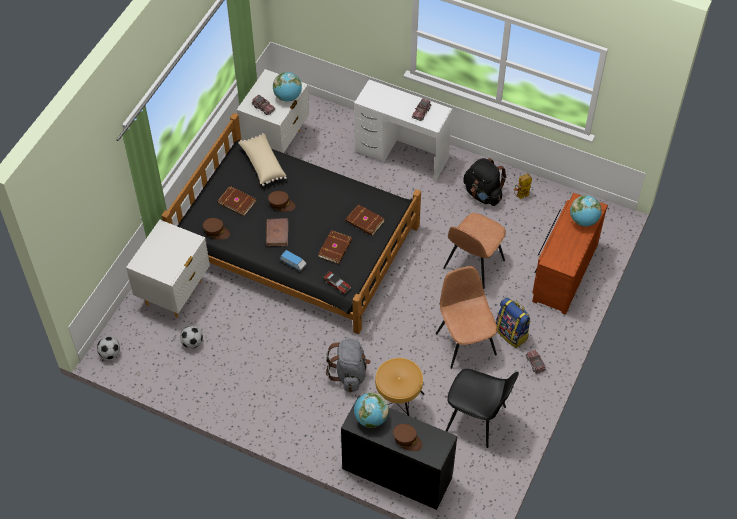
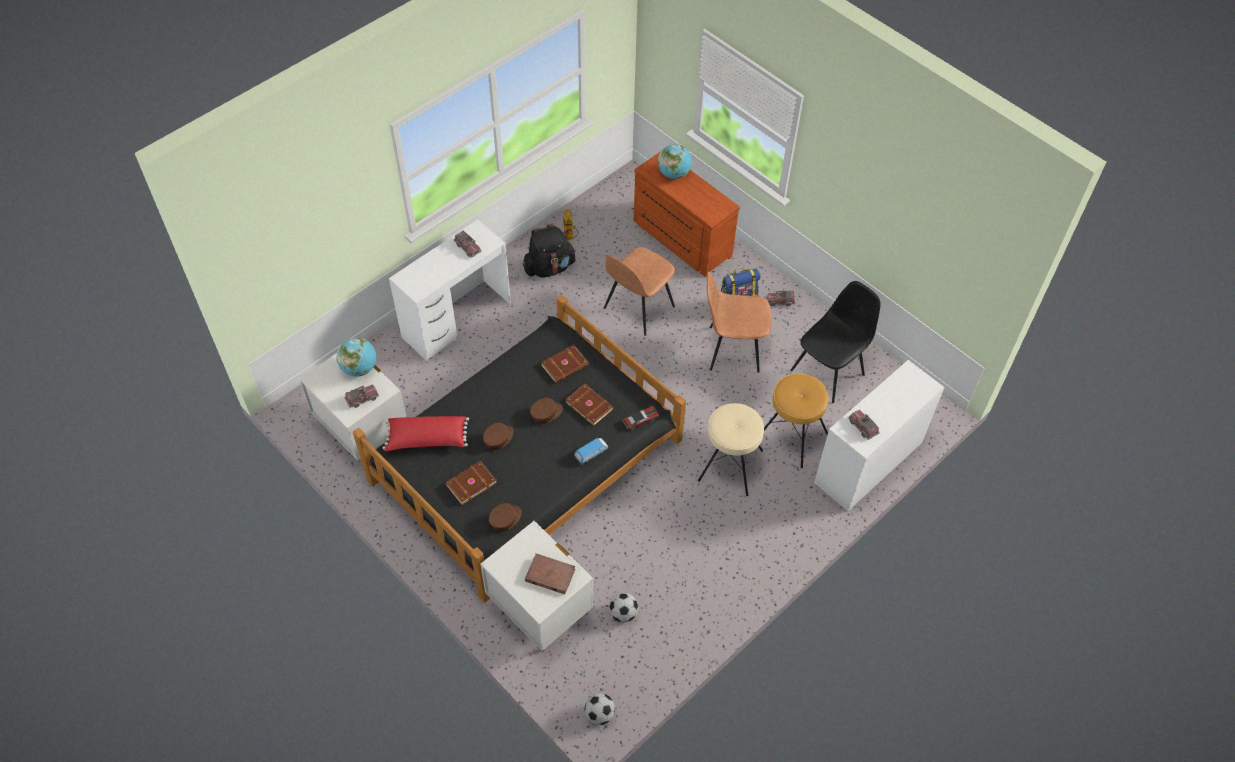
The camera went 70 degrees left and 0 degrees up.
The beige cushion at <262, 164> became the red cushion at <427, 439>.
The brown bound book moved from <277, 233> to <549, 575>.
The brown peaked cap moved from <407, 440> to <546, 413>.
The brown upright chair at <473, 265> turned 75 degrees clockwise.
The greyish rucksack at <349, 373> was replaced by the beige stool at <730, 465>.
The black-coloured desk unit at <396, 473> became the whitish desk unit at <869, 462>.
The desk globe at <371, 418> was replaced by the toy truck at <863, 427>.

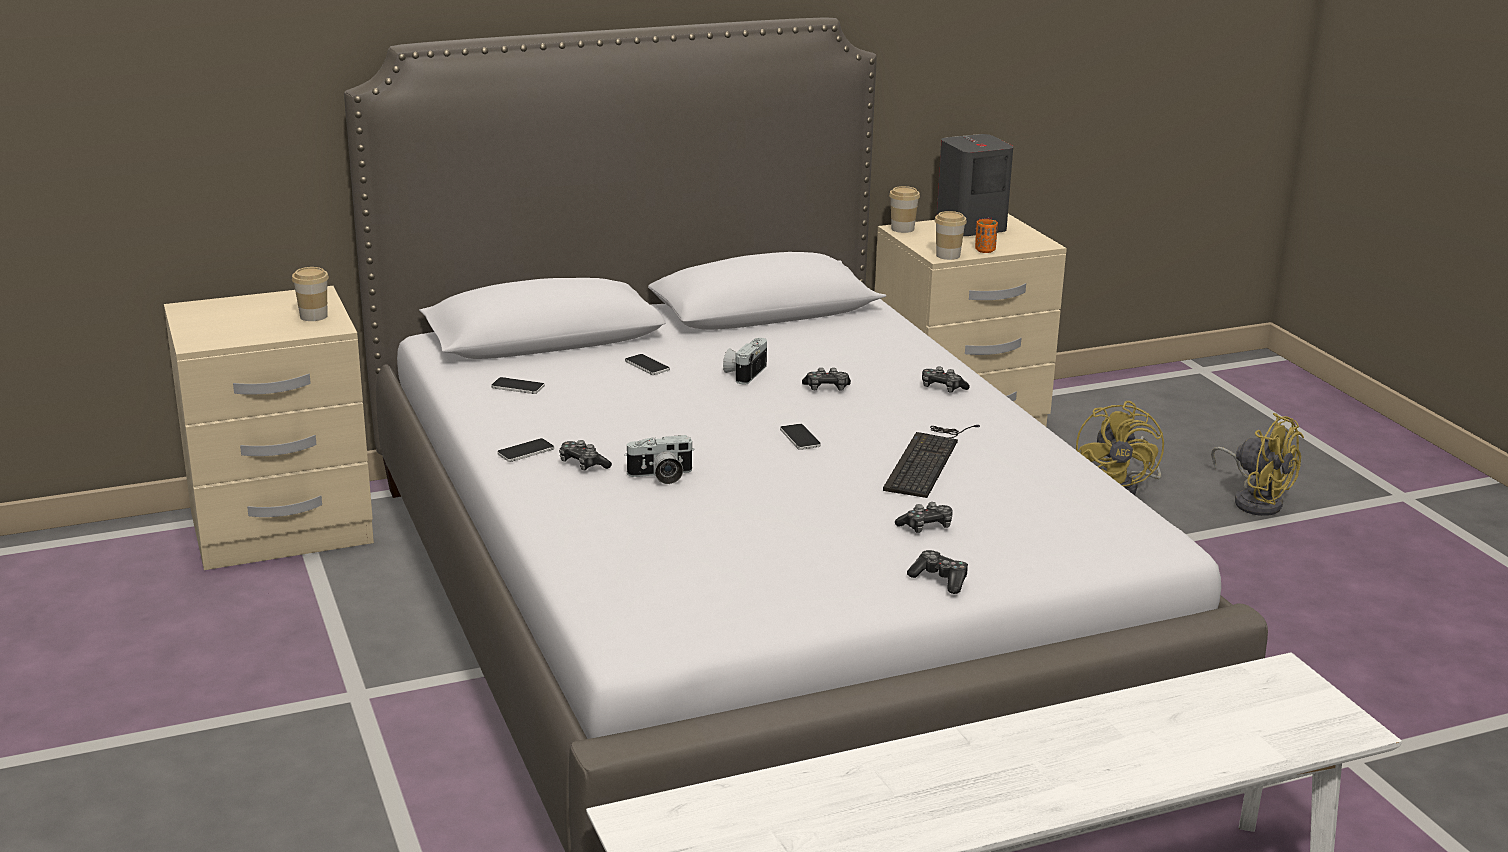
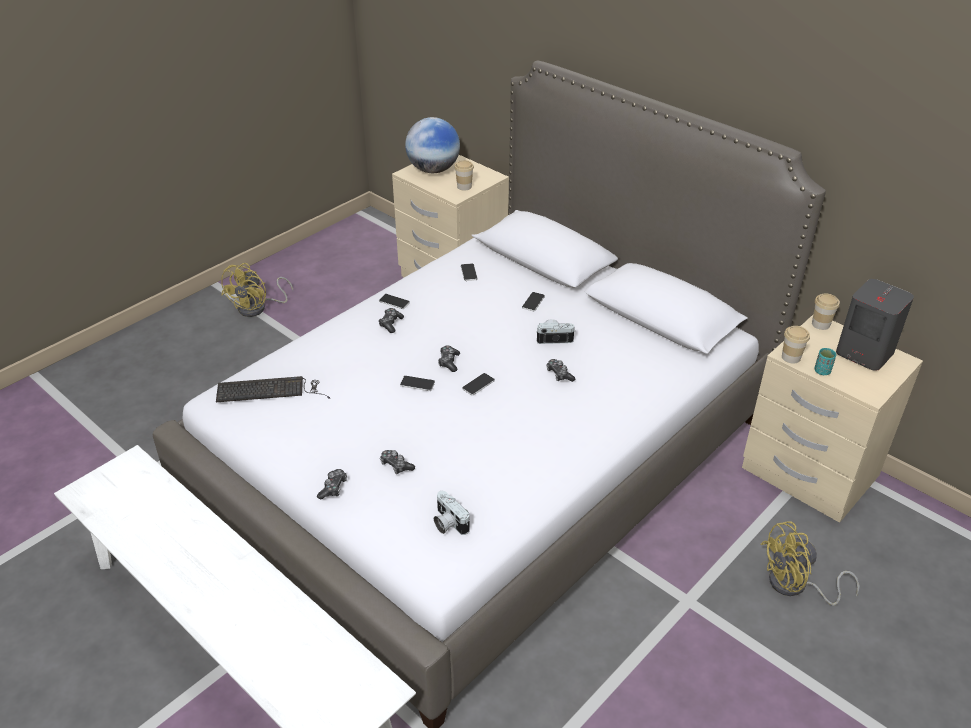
The camera went 65 degrees right and 15 degrees up.
The PC keyboard moved from <928, 459> to <271, 390>.
The yellowish cooling fan moved from <1255, 500> to <258, 308>.
The handset at <417, 384> appeared.
The desk globe at <433, 170> appeared.
The still camera moved from <661, 476> to <448, 523>.
The joypad moved from <942, 388> to <449, 362>.
The orange-coloured cup at <985, 250> became the turquoise cup at <822, 371>.

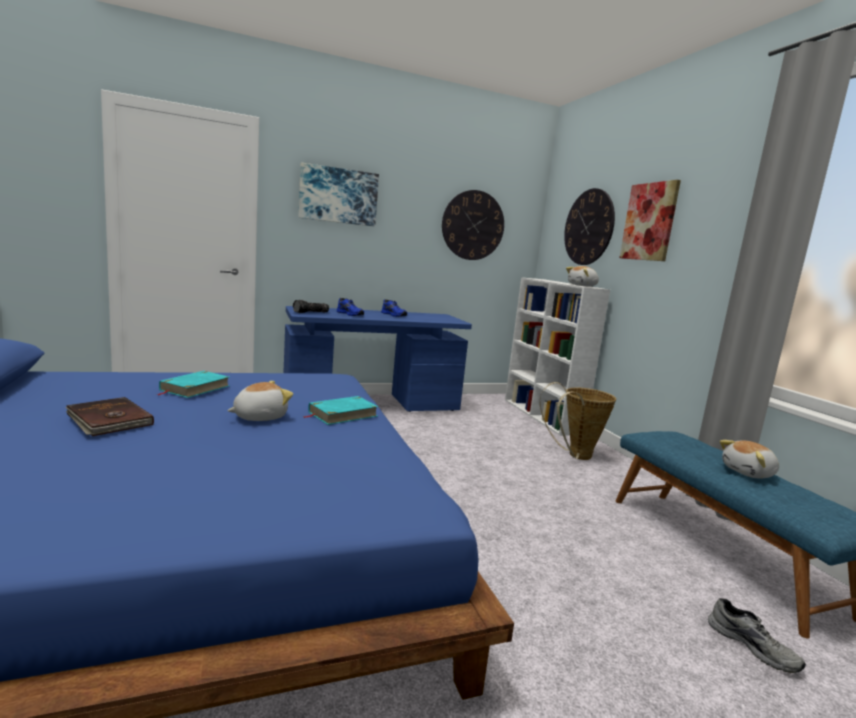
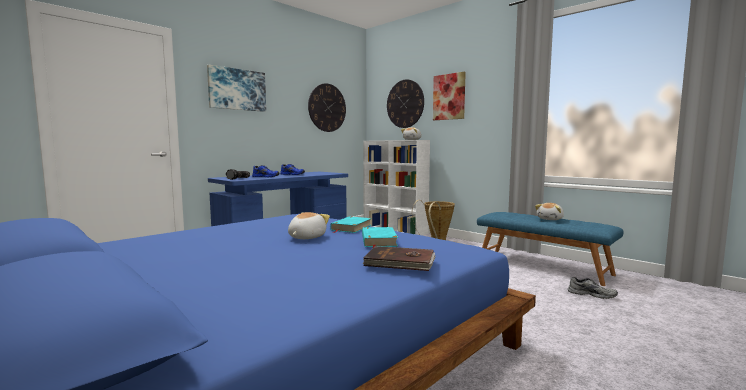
The camera went 25 degrees left and 5 degrees down.
The turquoise bound book moved from <195, 388> to <378, 241>.
The brown bound book moved from <108, 420> to <400, 262>.

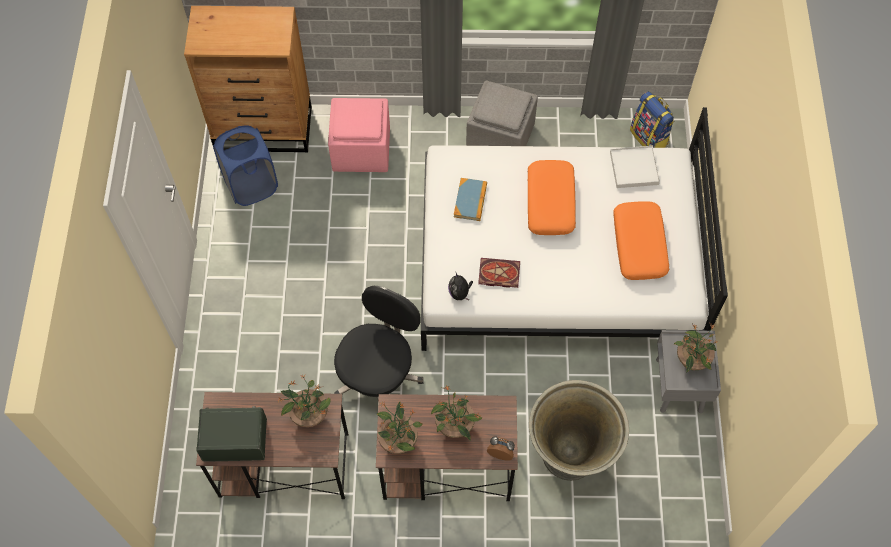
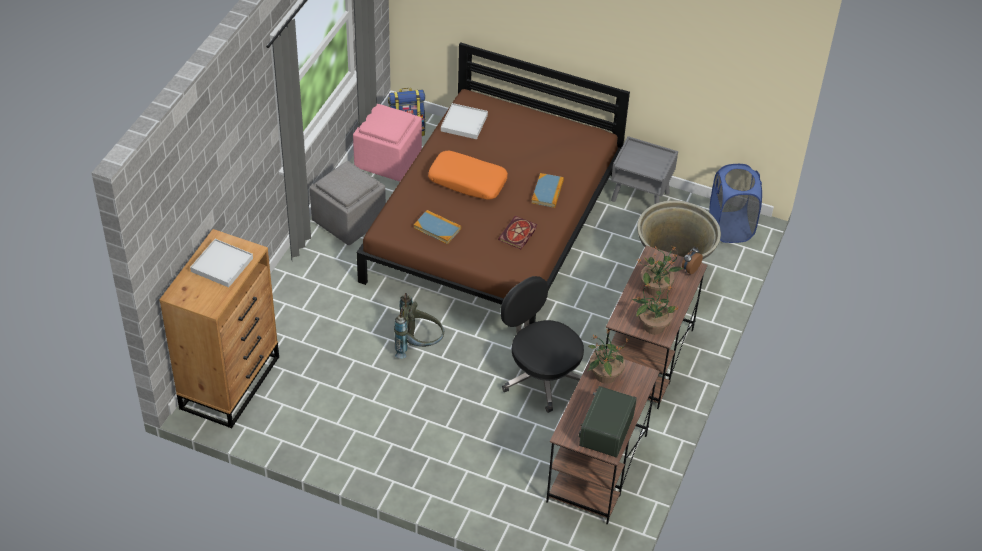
The camera went 70 degrees left and 15 degrees down.
The whitish serving tray at <222, 265> appeared.
The pinkish pouffe moved from <362, 149> to <387, 159>.
The whitish sleeping bed at <558, 262> became the brown sleeping bed at <494, 227>.
The greyish rucksack at <418, 346> appeared.
The bound book at <547, 192> appeared.
The blue hamper moved from <251, 185> to <730, 227>.
The plush toy at <460, 293> disappeared.
The orange-coloured cushion at <639, 245> disappeared.
The potted plant at <691, 361> disappeared.

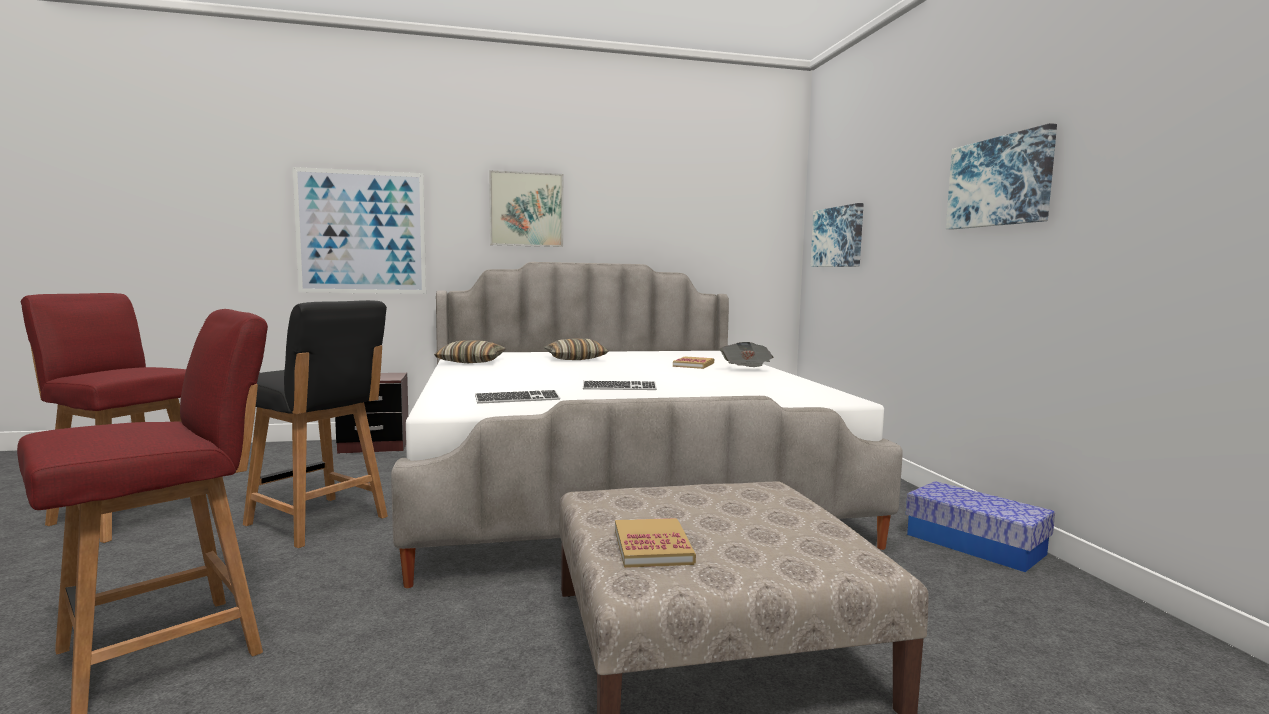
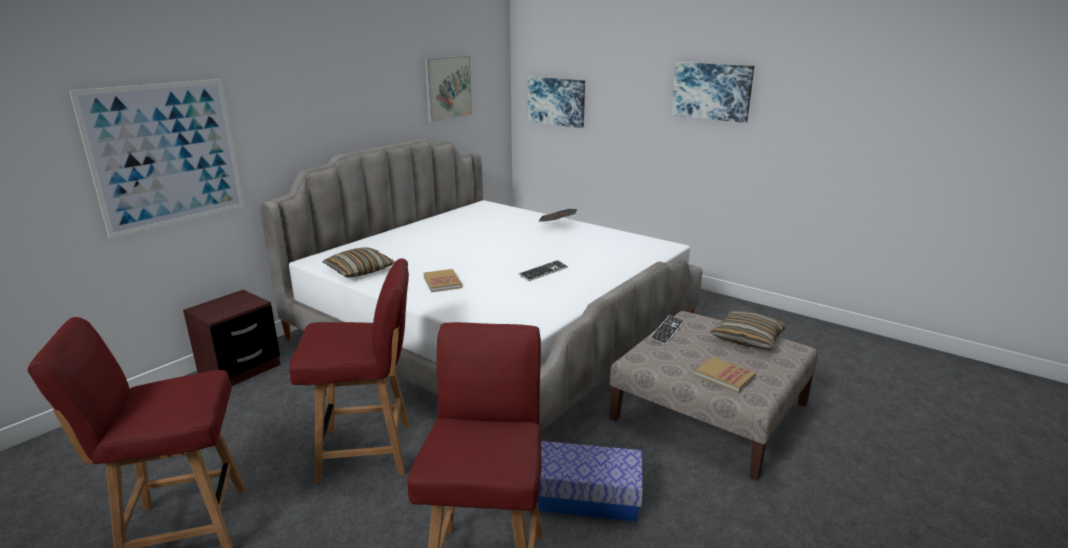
The camera went 40 degrees left and 15 degrees up.
The black-coloured upright chair at <318, 521> became the red upright chair at <368, 451>.
The bound book moved from <693, 365> to <442, 282>.
The wall picture moved from <526, 209> to <448, 88>.
The storage container moved from <975, 544> to <586, 496>.
The PC keyboard moved from <517, 399> to <667, 331>.
The cushion moved from <575, 359> to <747, 338>.

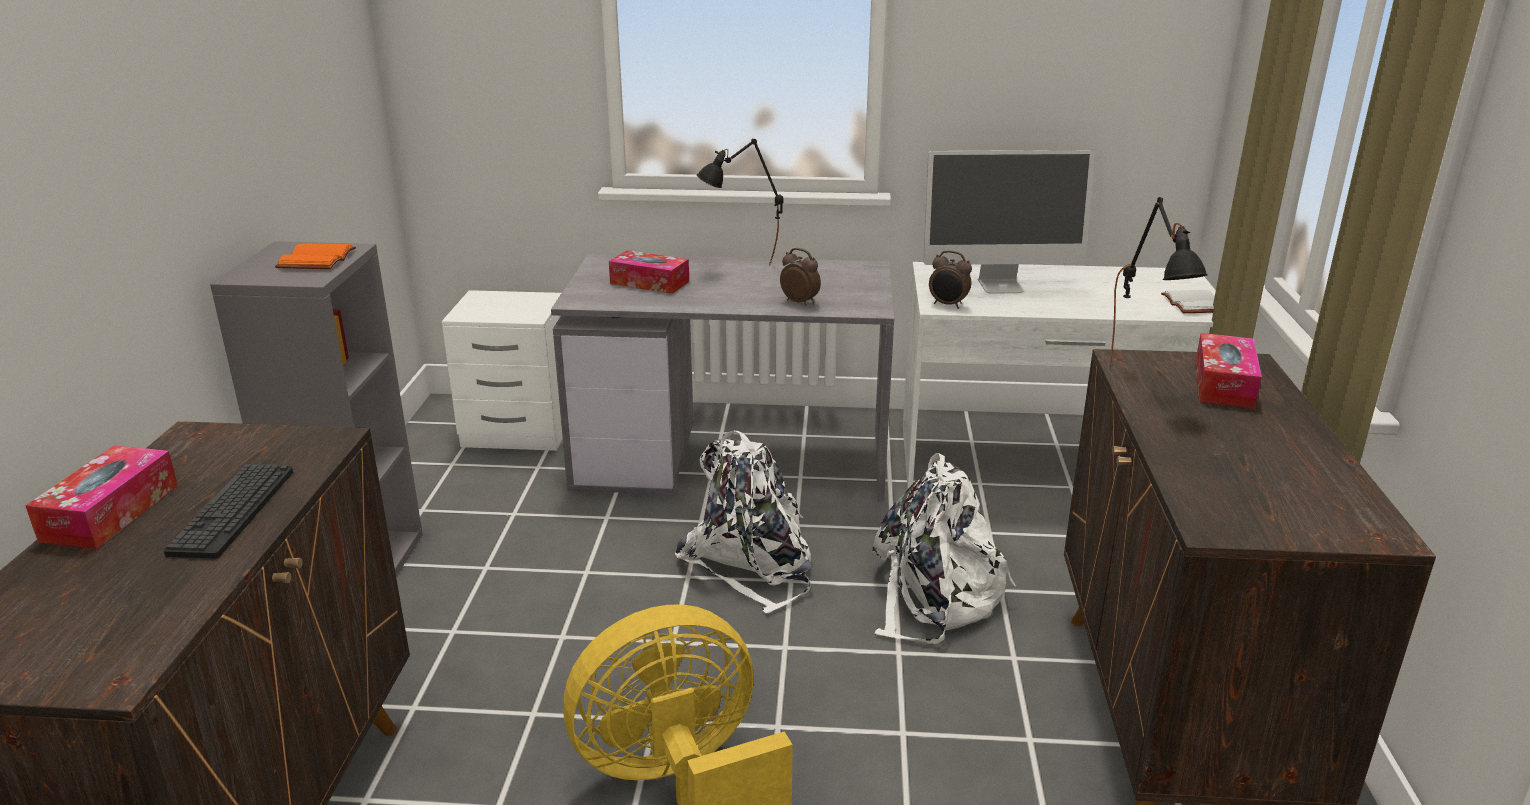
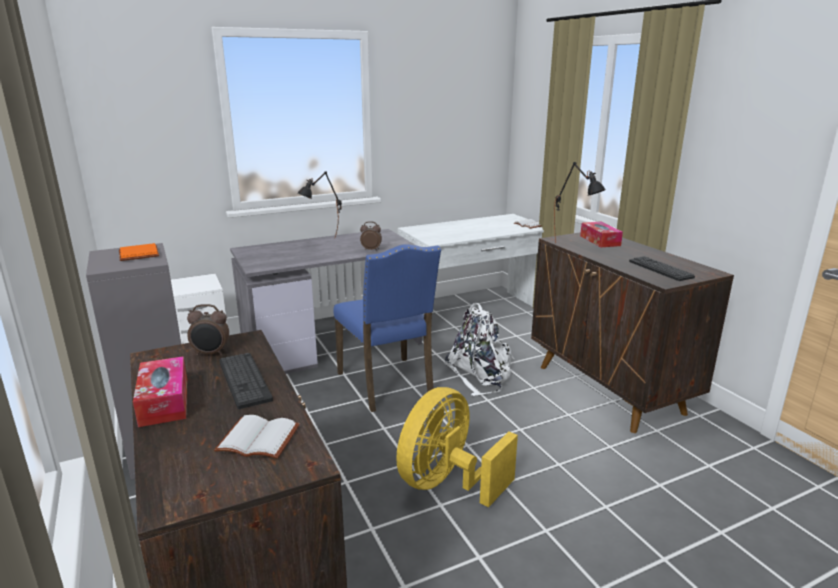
The camera went 30 degrees left and 5 degrees down.
The bedside clock moved from <948, 305> to <211, 353>.
The whitish bound book at <260, 438> appeared.
The whitish rucksack at <752, 563> was replaced by the blue upright chair at <387, 385>.
The PC keyboard at <660, 269> appeared.
The box of tissues at <649, 283> disappeared.
The computer display at <1000, 285> disappeared.

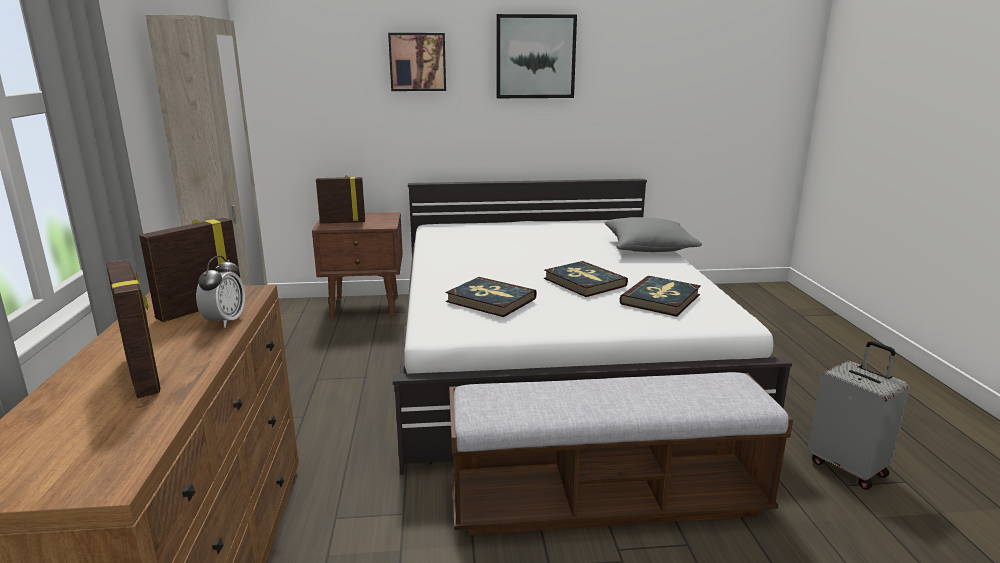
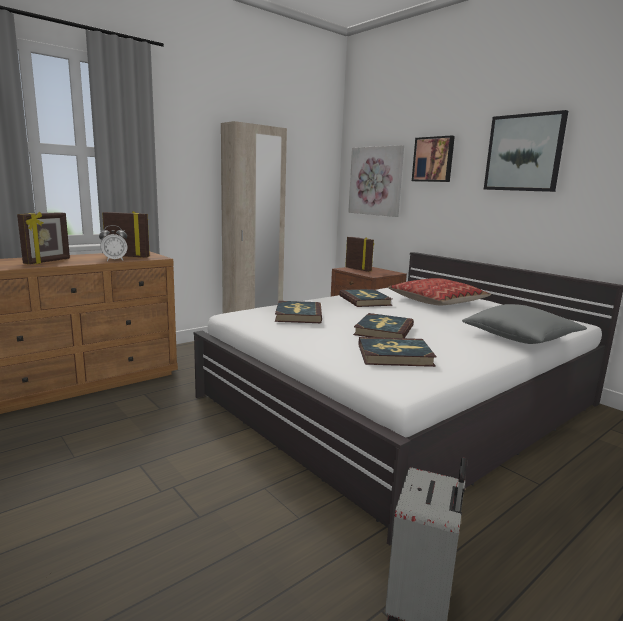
The camera went 55 degrees right and 5 degrees down.
The bound book at <365, 300> appeared.
The wall picture at <376, 181> appeared.
The cushion at <437, 301> appeared.
The long seat at <607, 500> disappeared.

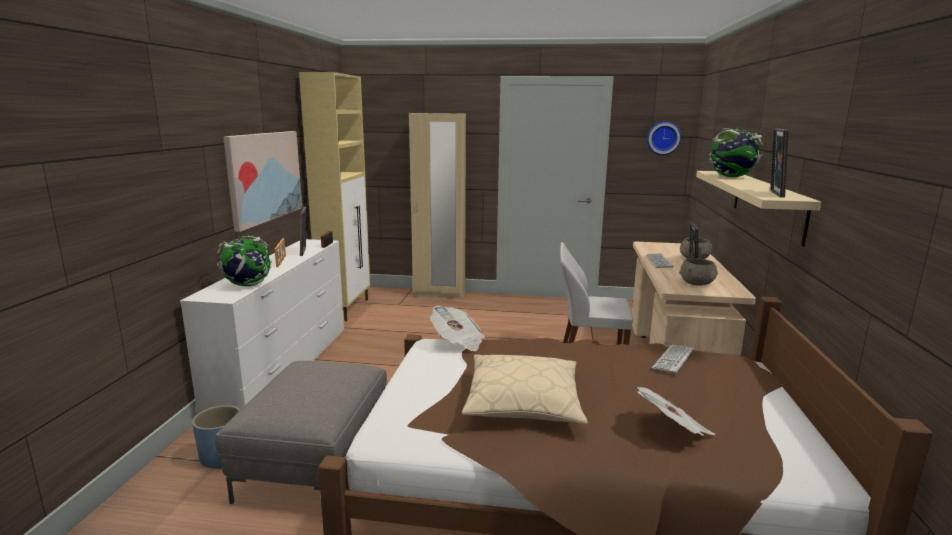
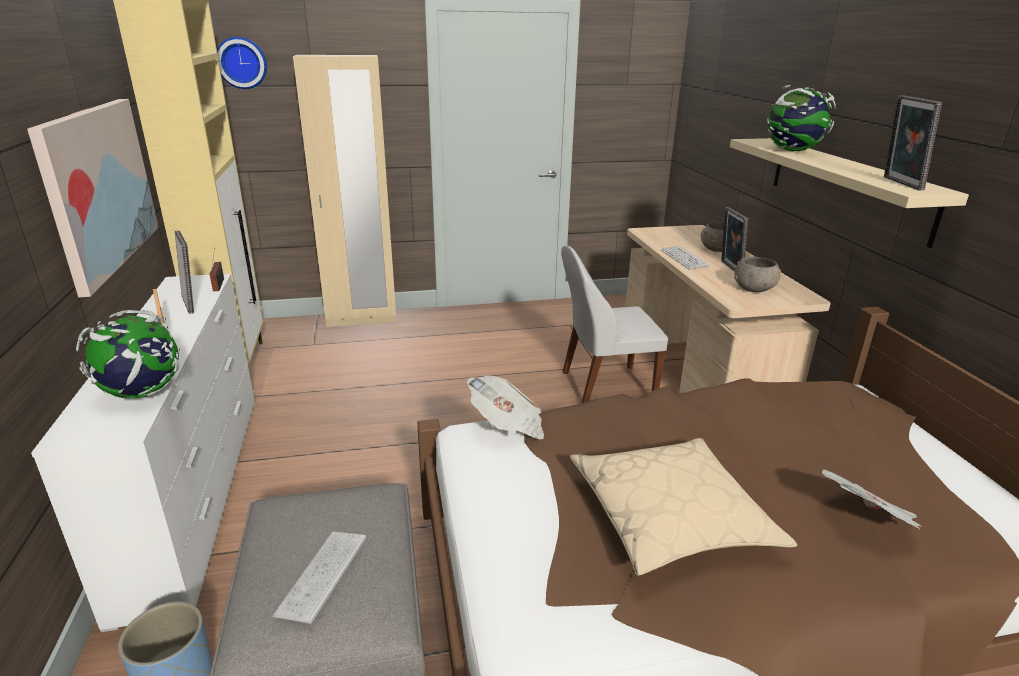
The camera went 20 degrees left and 10 degrees up.
The wall clock moved from <663, 138> to <242, 63>.
The PC keyboard moved from <673, 359> to <322, 576>.

